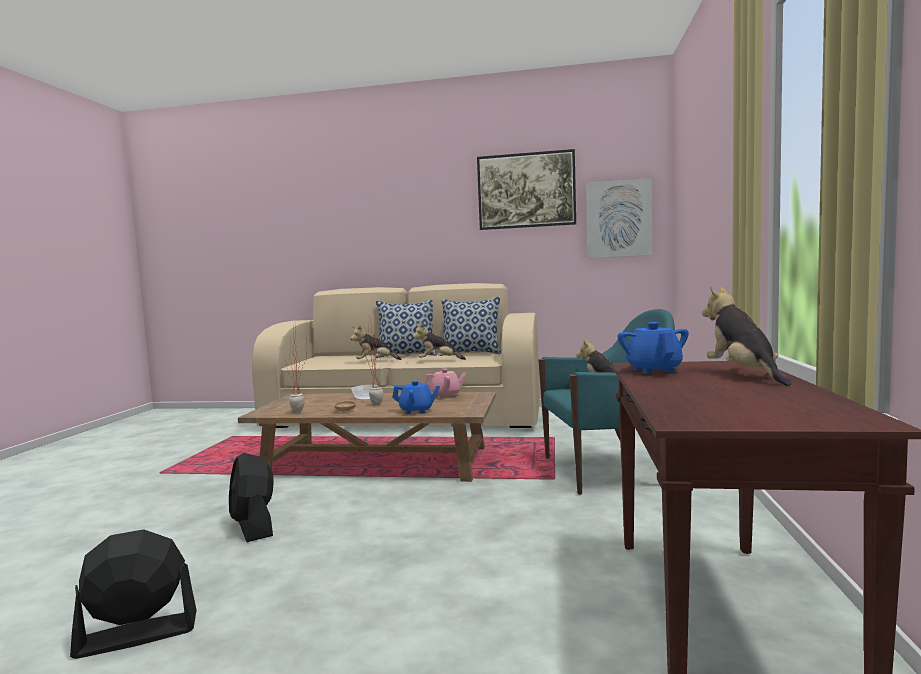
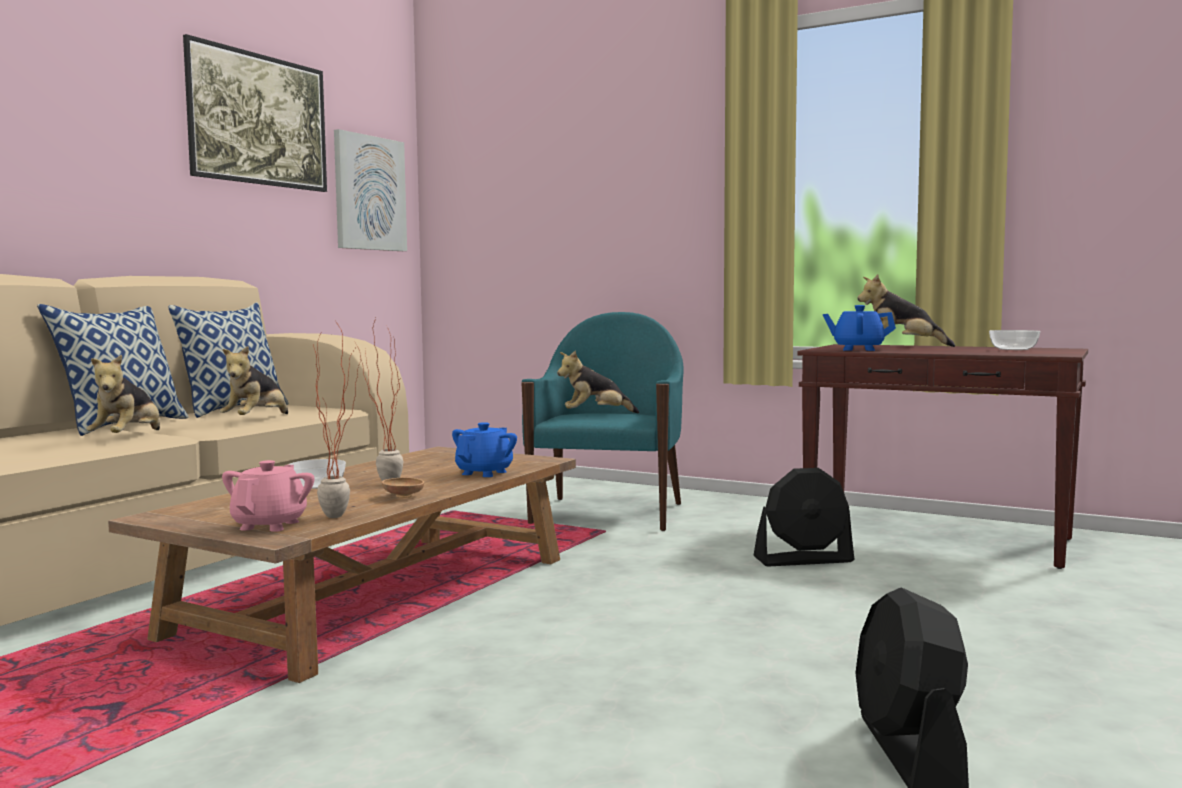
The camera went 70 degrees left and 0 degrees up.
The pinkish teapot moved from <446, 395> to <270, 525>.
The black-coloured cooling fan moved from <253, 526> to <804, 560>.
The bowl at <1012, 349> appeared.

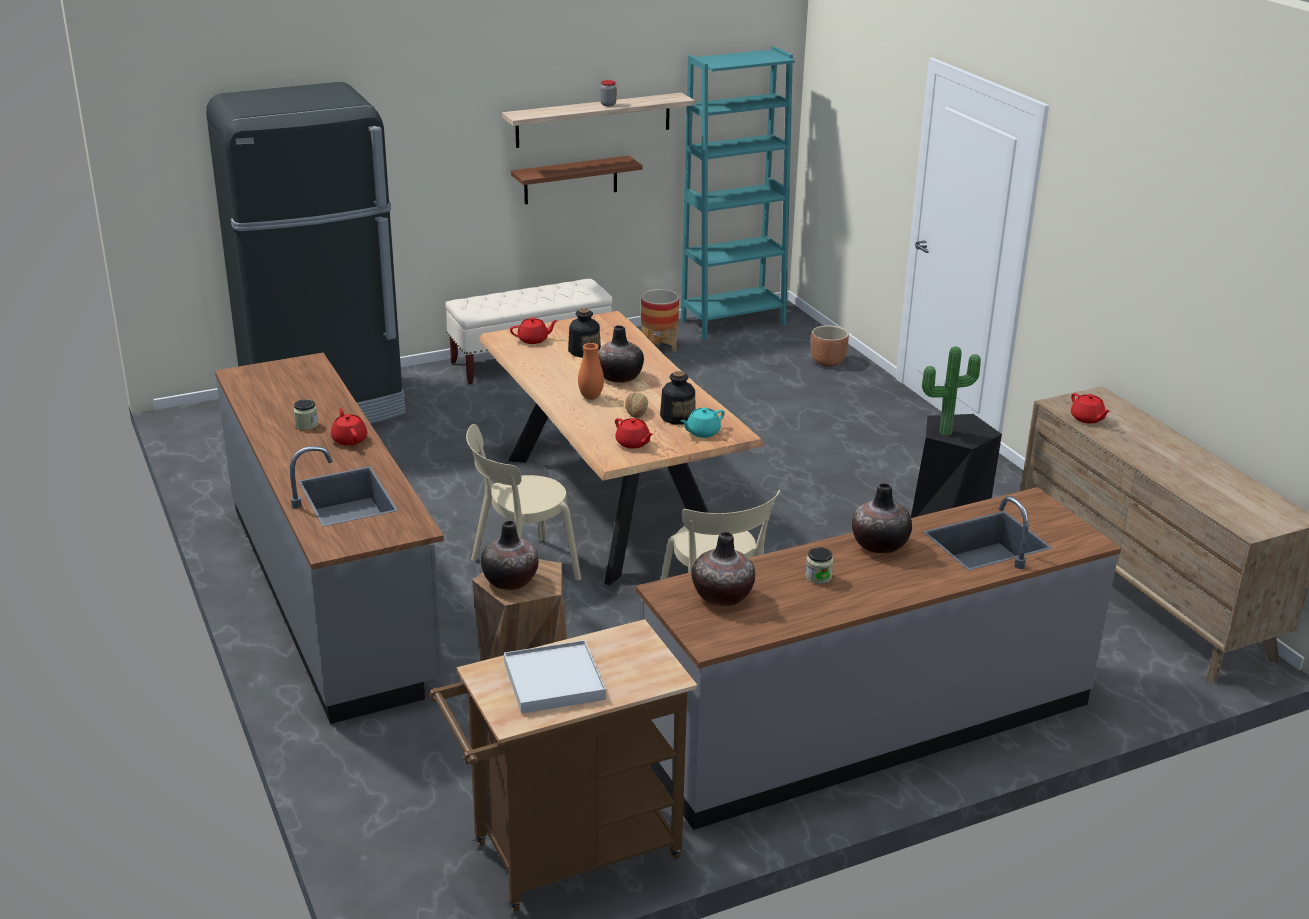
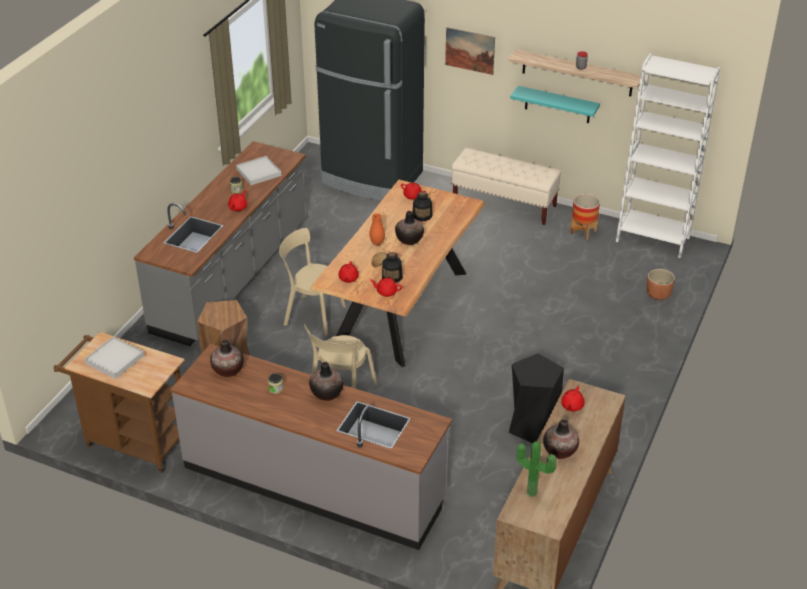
The camera went 50 degrees right and 10 degrees up.
The whitish serving tray at <258, 172> appeared.
The turquoise teapot at <702, 432> became the red teapot at <386, 292>.
The wall picture at <470, 50> appeared.
The brown shelf at <570, 180> became the turquoise shelf at <557, 105>.
The potted plant moved from <944, 431> to <532, 491>.
The vase moved from <510, 581> to <560, 451>.
The turquoise bookcase at <733, 322> became the whitish bookcase at <653, 239>.

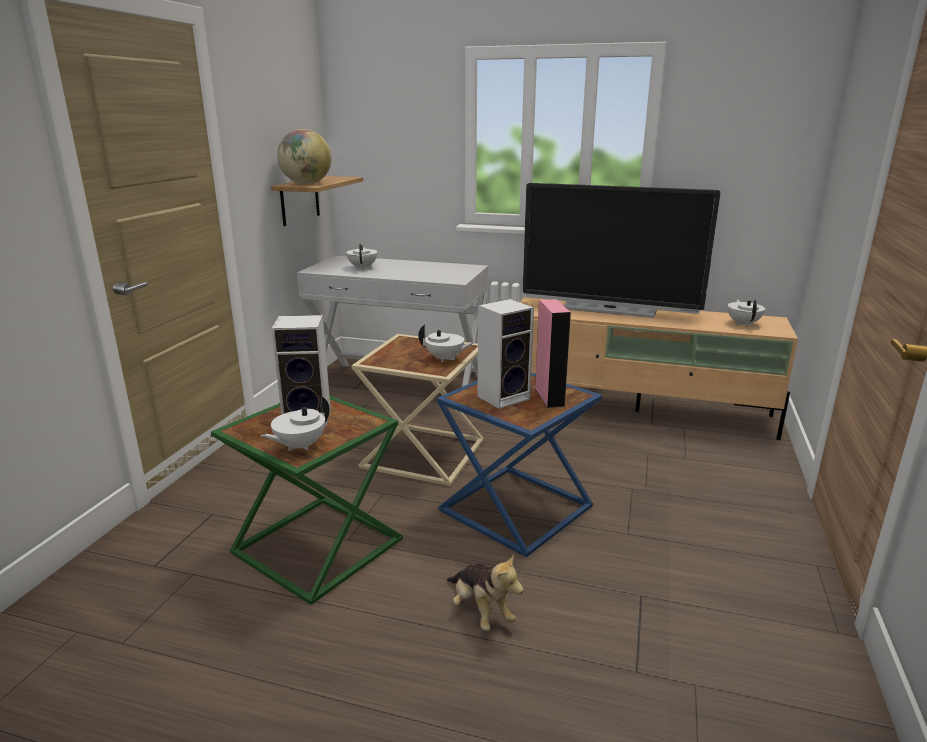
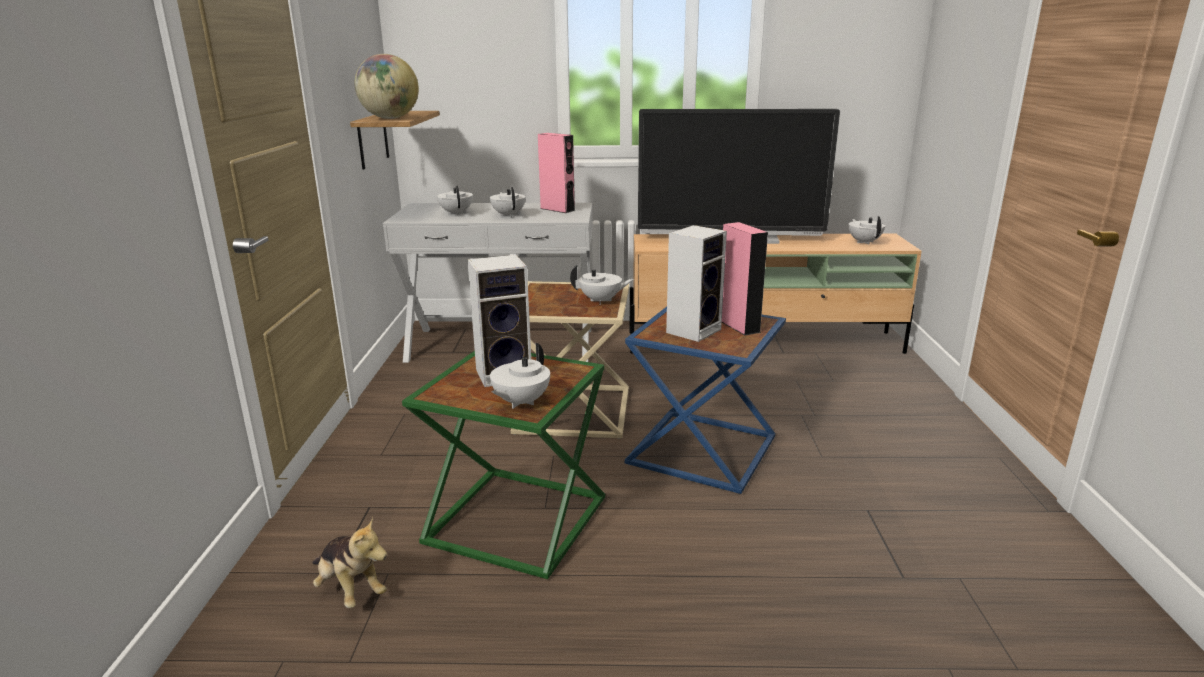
The camera went 15 degrees left and 0 degrees up.
The plush toy moved from <481, 611> to <350, 589>.
The whitish teapot at <509, 215> appeared.
The pinkish speaker at <557, 209> appeared.

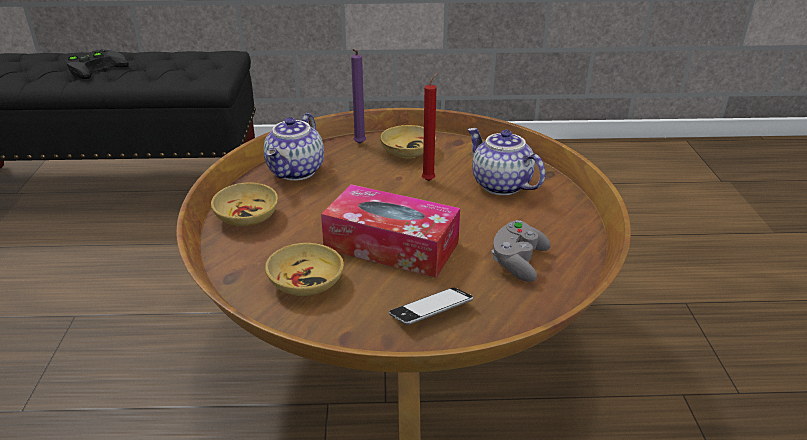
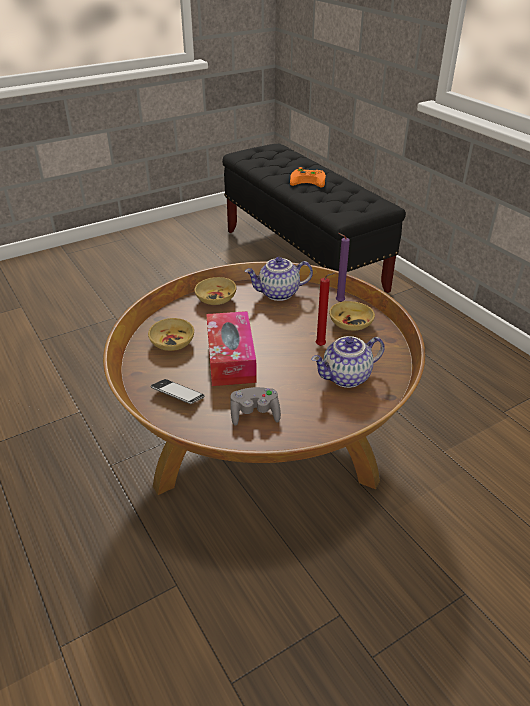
The camera went 60 degrees right and 5 degrees up.
The black-coloured joypad at <96, 67> became the orange-coloured joypad at <309, 180>.
The teapot at <499, 185> turned 135 degrees counterclockwise.

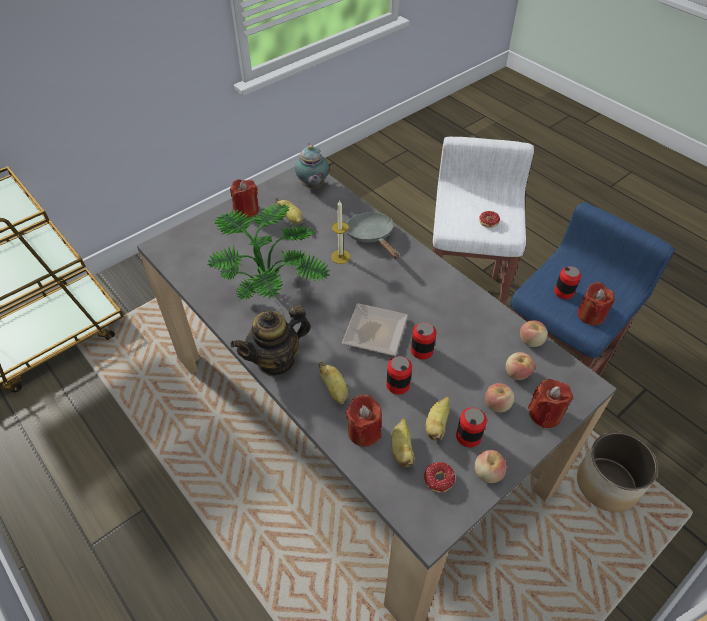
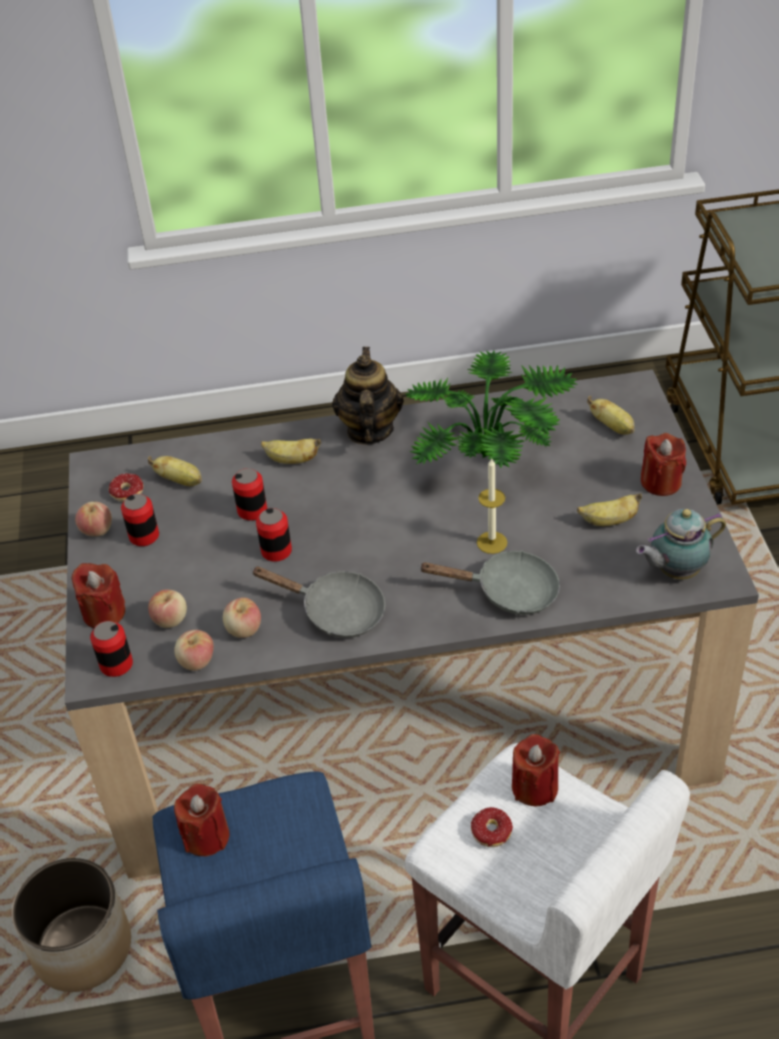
The camera went 125 degrees right and 5 degrees down.
The sealed can moved from <563, 292> to <116, 664>.
The whole apple moved from <497, 404> to <244, 630>.
The greyish skillet at <335, 611> appeared.
The red wax light moved from <364, 431> to <534, 787>.
The whole banana moved from <436, 425> to <613, 427>.
The teapot at <312, 186> turned 45 degrees counterclockwise.
The plate at <377, 331> disappeared.

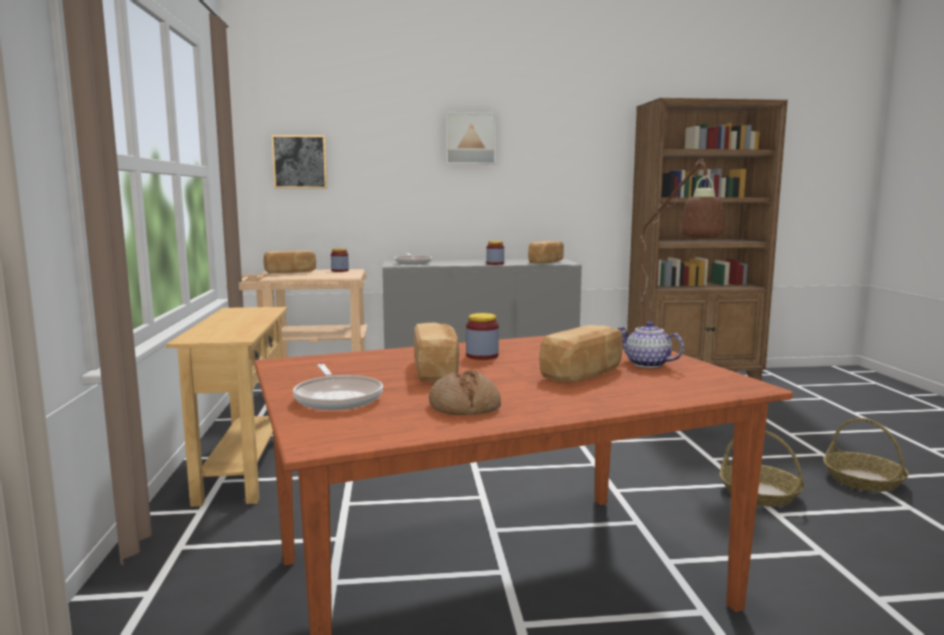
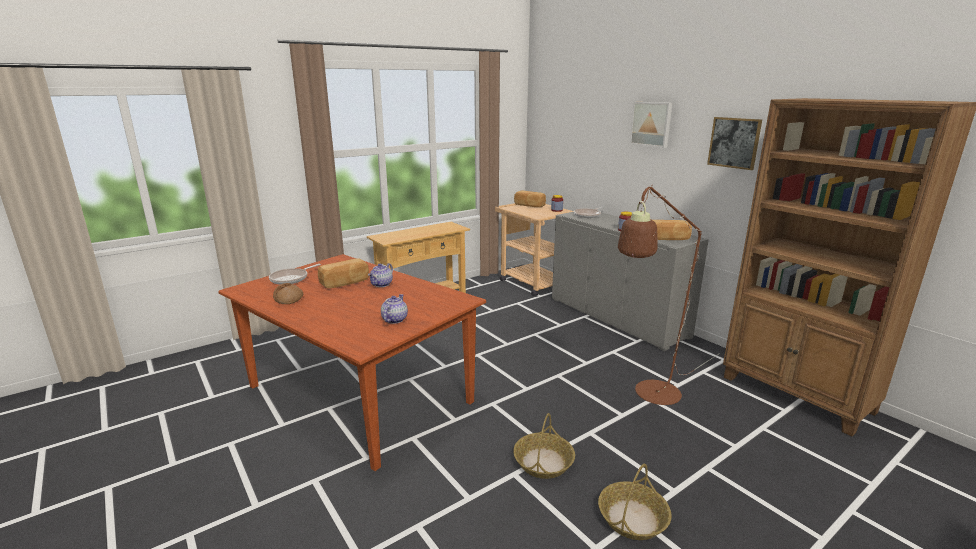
The camera went 60 degrees right and 10 degrees up.
The storage jar at <482, 356> was replaced by the teapot at <382, 284>.
The wall picture moved from <300, 162> to <734, 143>.
The bakery bread at <584, 373> disappeared.

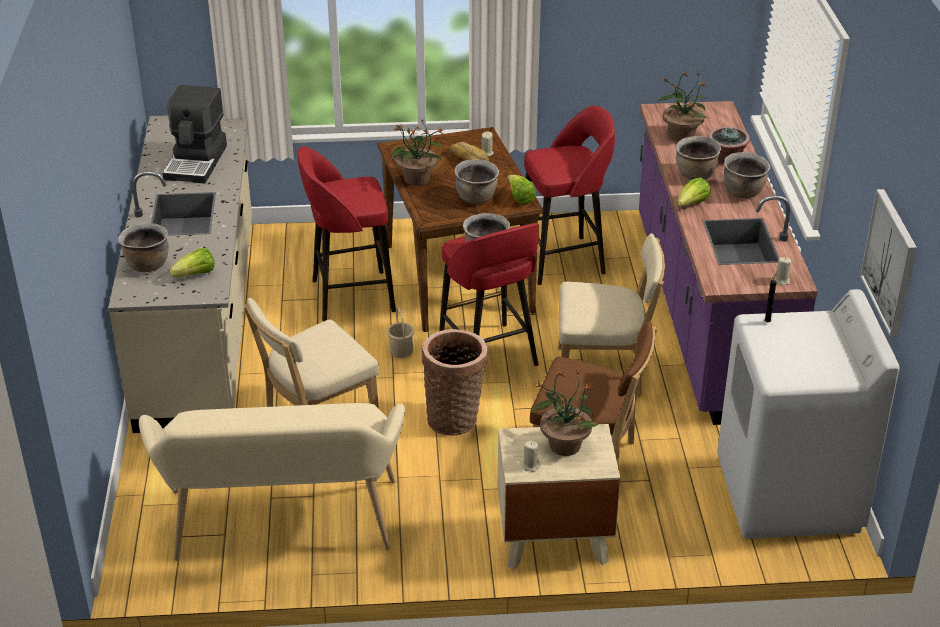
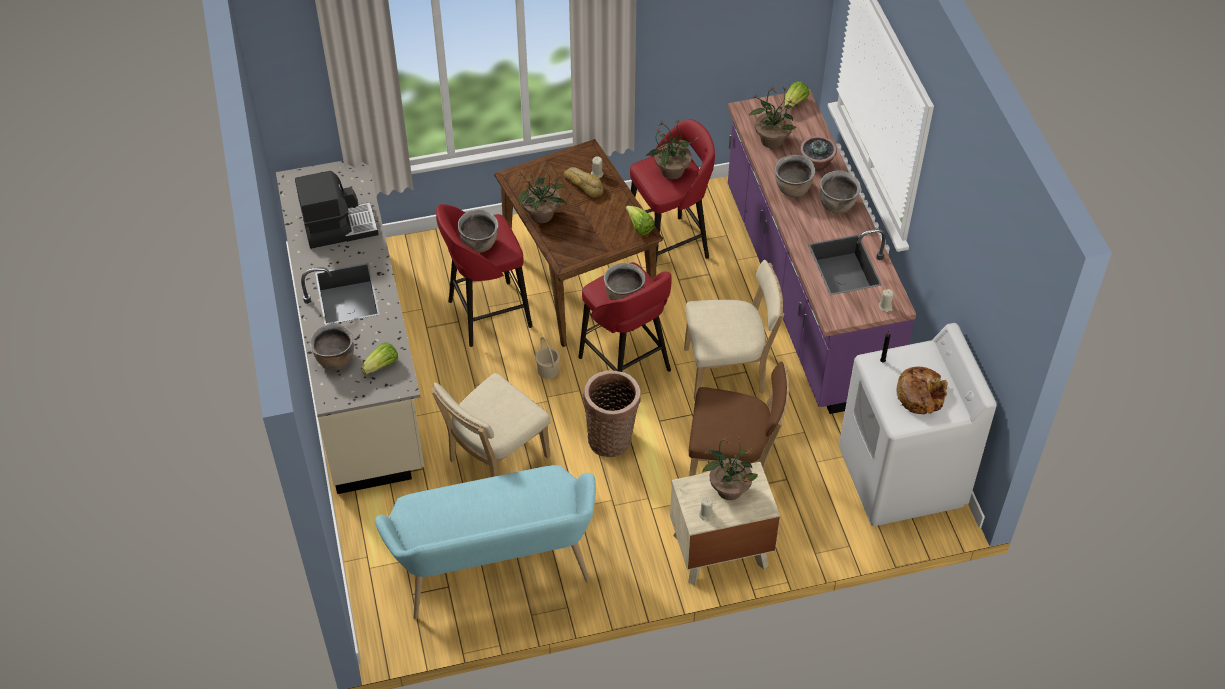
The camera went 10 degrees left and 15 degrees up.
The coffee machine at <197, 162> turned 105 degrees counterclockwise.
The beige long seat at <283, 528> became the turquoise long seat at <495, 572>.
The brown saucepot moved from <476, 198> to <479, 244>.
The potted plant at <671, 171> appeared.
The head of lettuce moved from <691, 204> to <794, 103>.
The bakery bread at <920, 395> appeared.
The wall picture at <891, 262> disappeared.

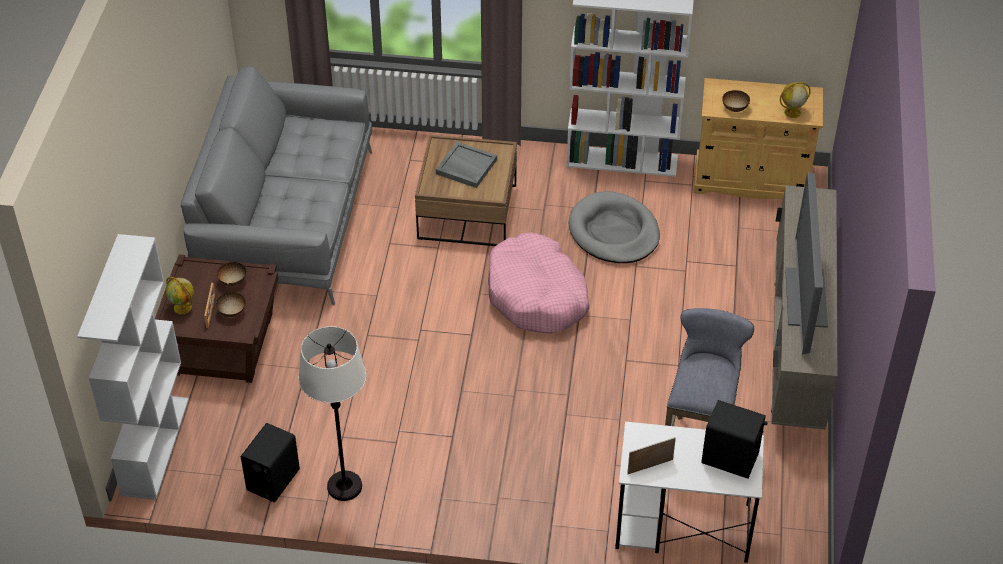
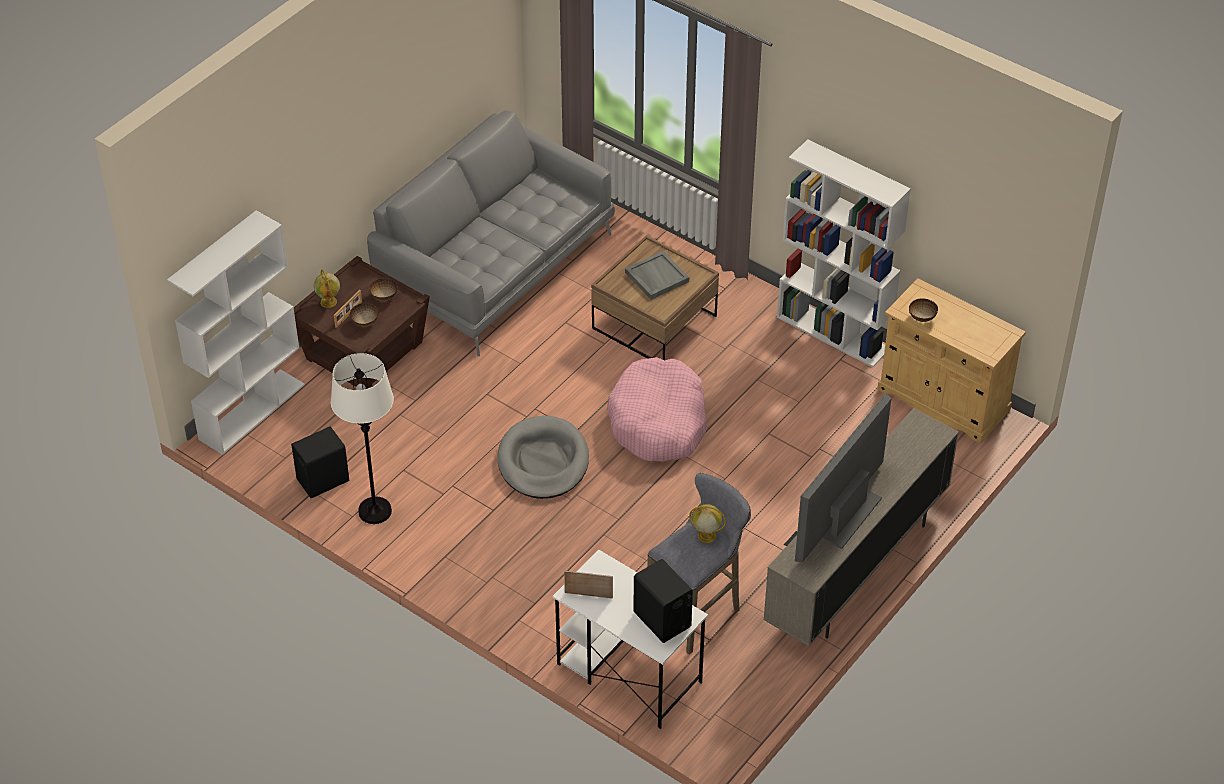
The camera went 30 degrees right and 0 degrees up.
The greyish dog cushion moved from <614, 232> to <543, 461>.
The desk globe moved from <791, 112> to <706, 535>.

